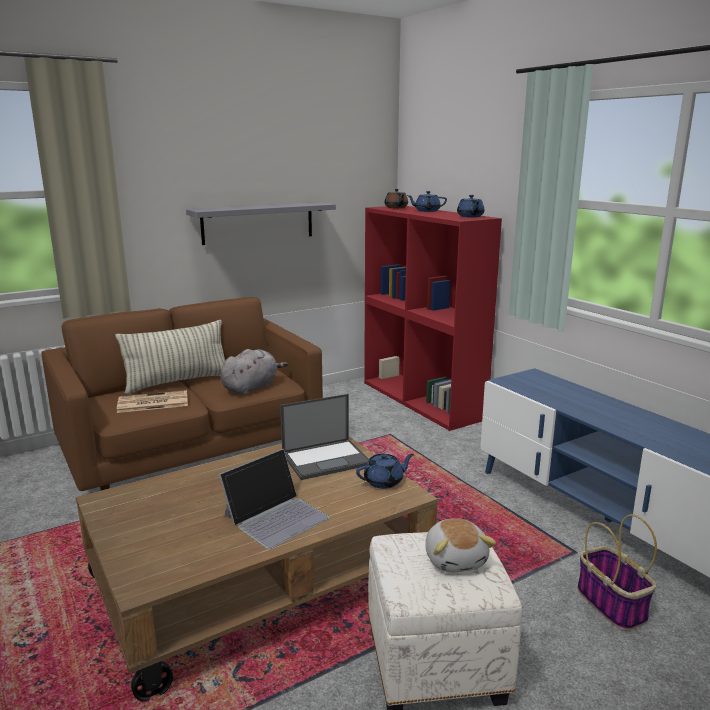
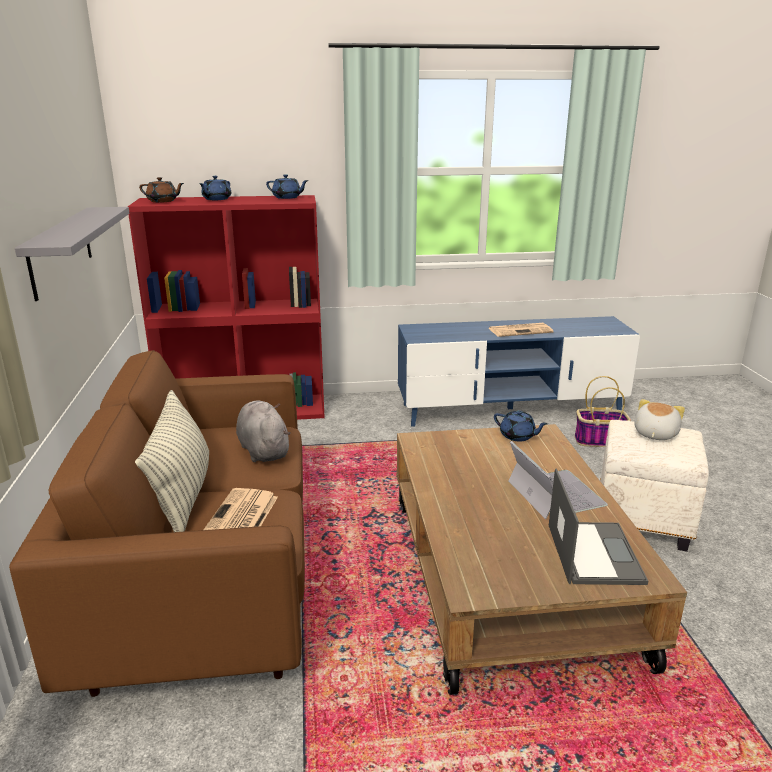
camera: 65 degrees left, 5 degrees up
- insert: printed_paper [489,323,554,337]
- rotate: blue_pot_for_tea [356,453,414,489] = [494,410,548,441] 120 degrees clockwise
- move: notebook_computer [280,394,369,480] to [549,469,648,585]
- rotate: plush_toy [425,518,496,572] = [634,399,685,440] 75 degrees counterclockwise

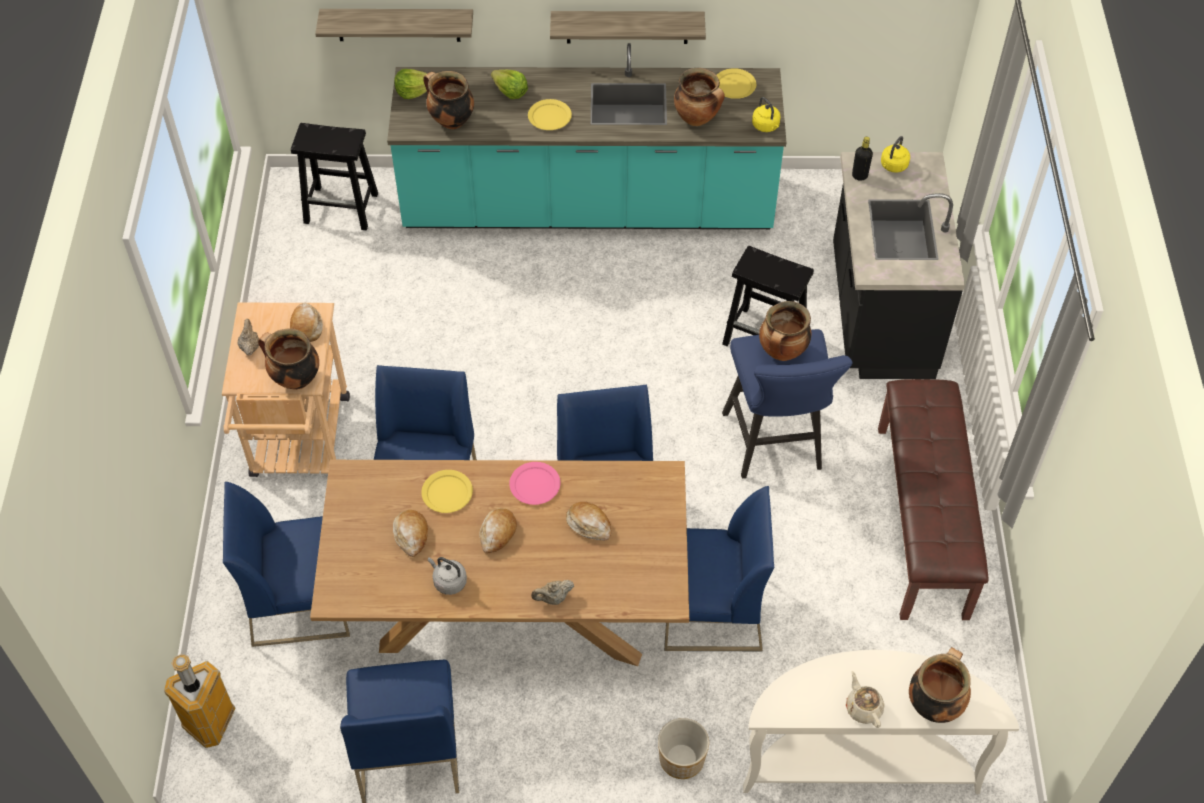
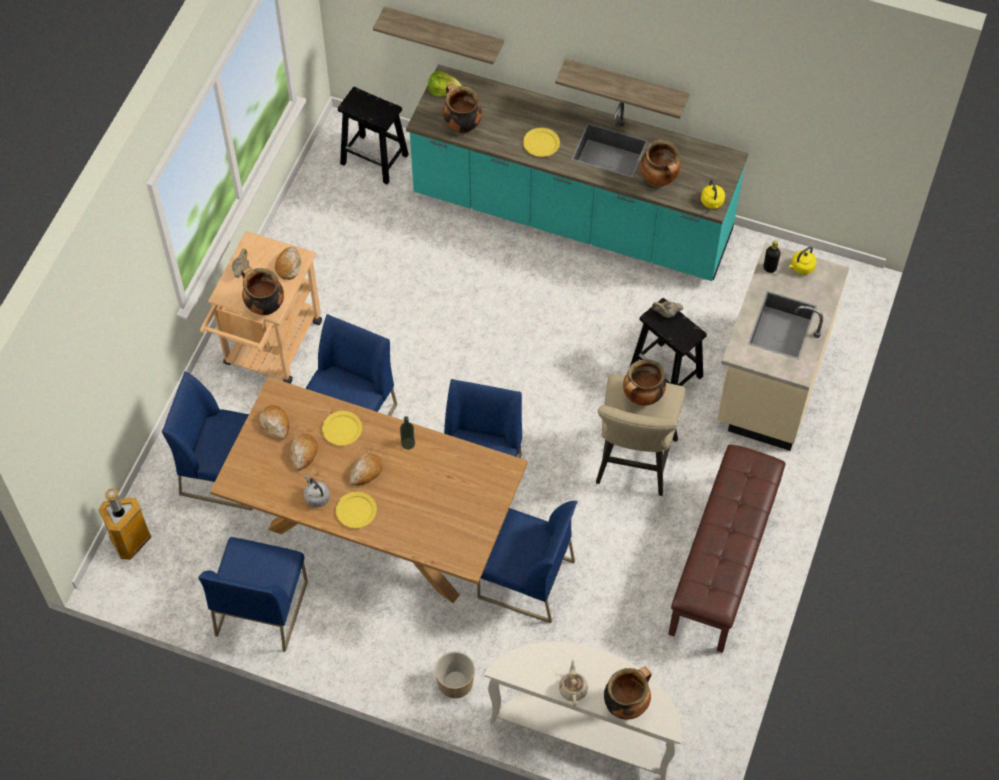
camera: 20 degrees right, 5 degrees up
- move: bread [566,502,612,541] to [259,405,289,440]
- move: yellow_dinner_plate [717,68,756,99] to [336,492,377,528]
- replace: pinkish_dinner_plate [509,462,561,505] to drink_bottle [400,416,415,450]
- recolor: blue_stool_seat [722,329,853,479] to beige-coloured_stool_seat [596,374,685,496]
- move: beige-coloured_pot_for_tea [531,580,574,605] to [652,301,684,318]
- recolor: black-coloured_kitchen_counter [833,152,965,379] to beige-coloured_kitchen_counter [717,243,849,451]
- delete: lettuce [491,70,528,99]

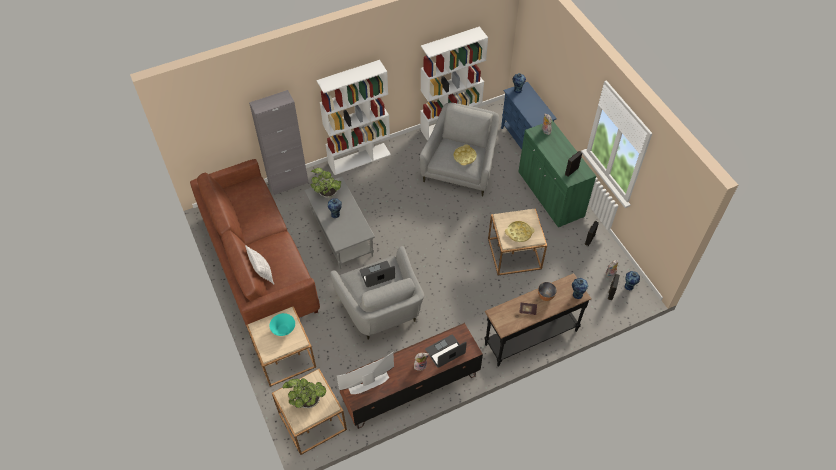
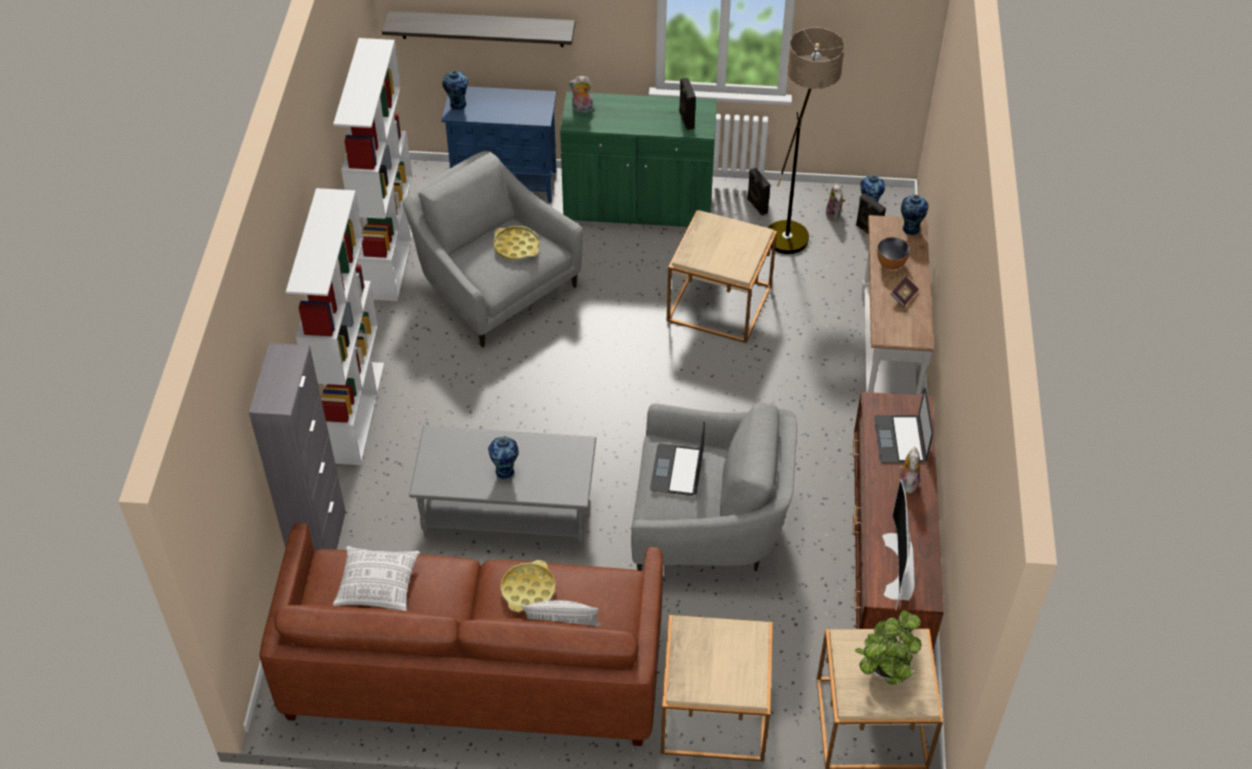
camera: 60 degrees left, 5 degrees down
- insert: throw_pillow [333,546,420,611]
- insert: shelf [382,11,575,47]
- move: yellow_carrying_tray [505,221,534,242] to [501,560,556,612]
- insert: standing_lamp [768,27,845,254]
- recolor: black-coloured_hall_table [484,273,591,367] to white-coloured_hall_table [862,215,934,395]
- delete: turquoise-coloured_deep_dish [269,313,295,336]
- delete: plant_in_a_pot [311,168,341,198]

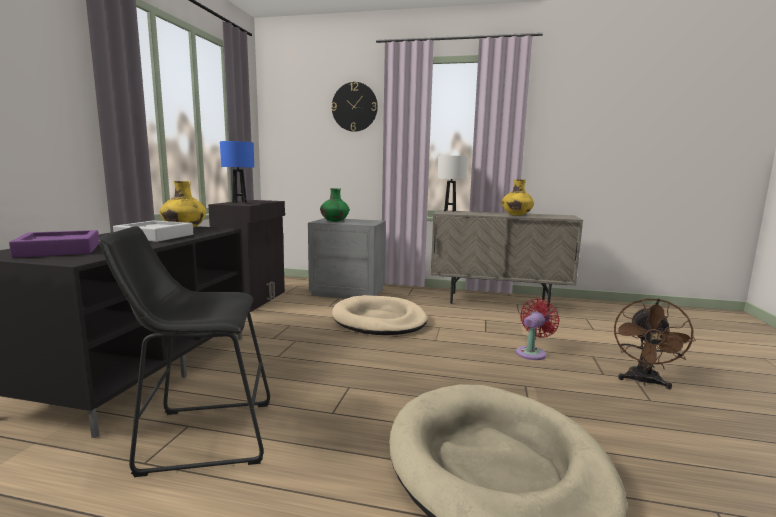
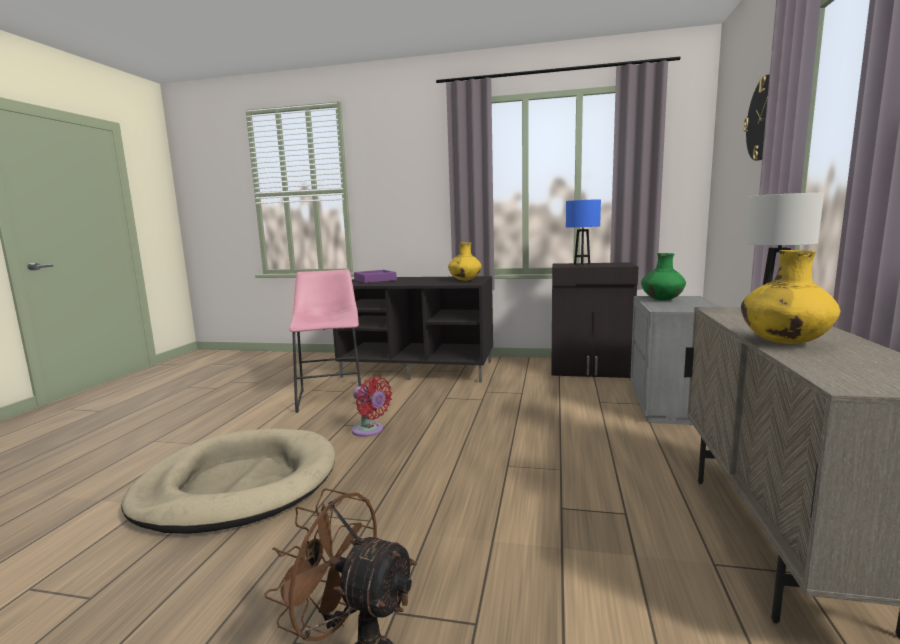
camera: 90 degrees right, 0 degrees up
- recolor: black-coloured_stool_seat [98,226,270,477] to pinkish_stool_seat [289,270,361,413]
- move: reddish_cooling_fan [516,299,560,360] to [352,376,392,437]
- delete: gray_carrying_tray [113,220,193,242]
- delete: beige-coloured_dog_cushion [332,295,428,335]

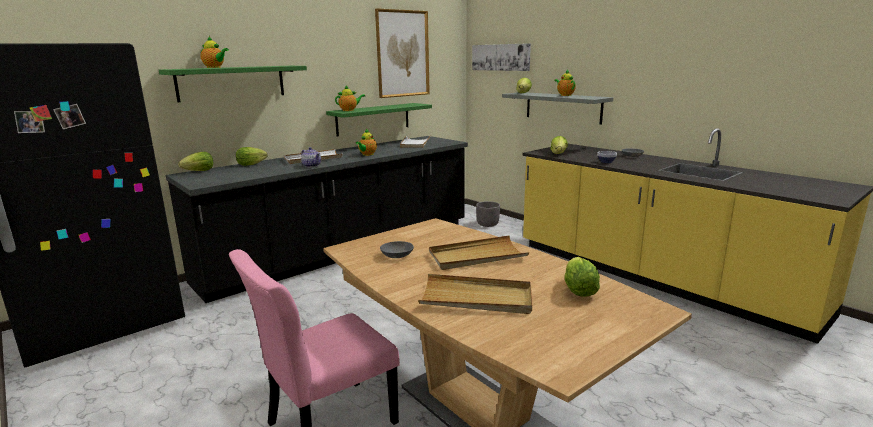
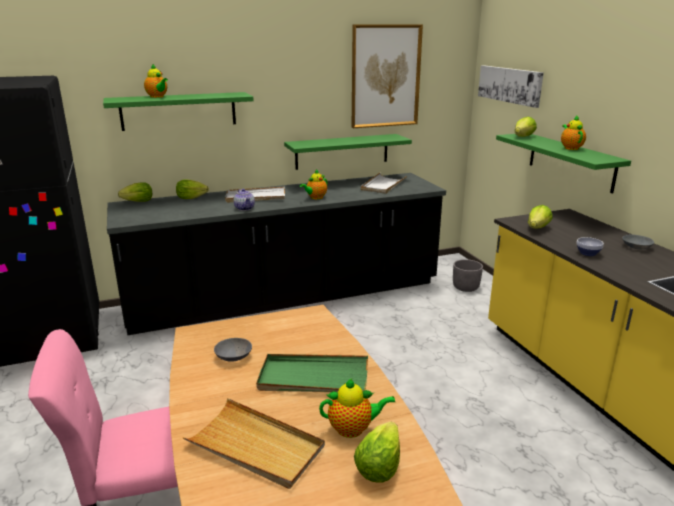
camera: 20 degrees right, 5 degrees up
- recolor: beige-coloured_carrying_tray [429,235,529,270] to green-coloured_carrying_tray [256,354,368,392]
- move: pot_for_tea [335,85,365,111] to [319,378,395,438]
- recolor: gray_shelf [502,92,613,125] to green-coloured_shelf [496,134,631,193]

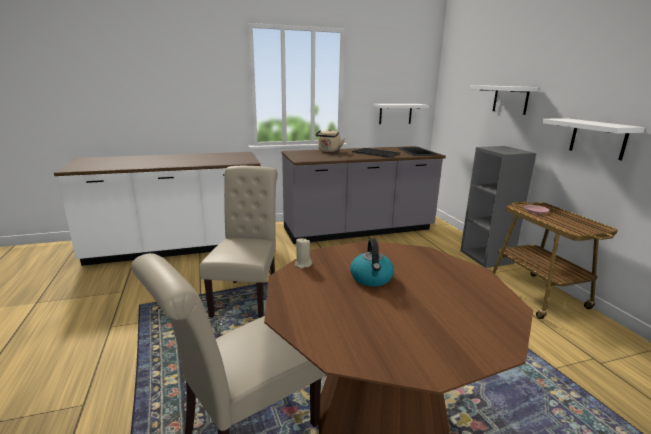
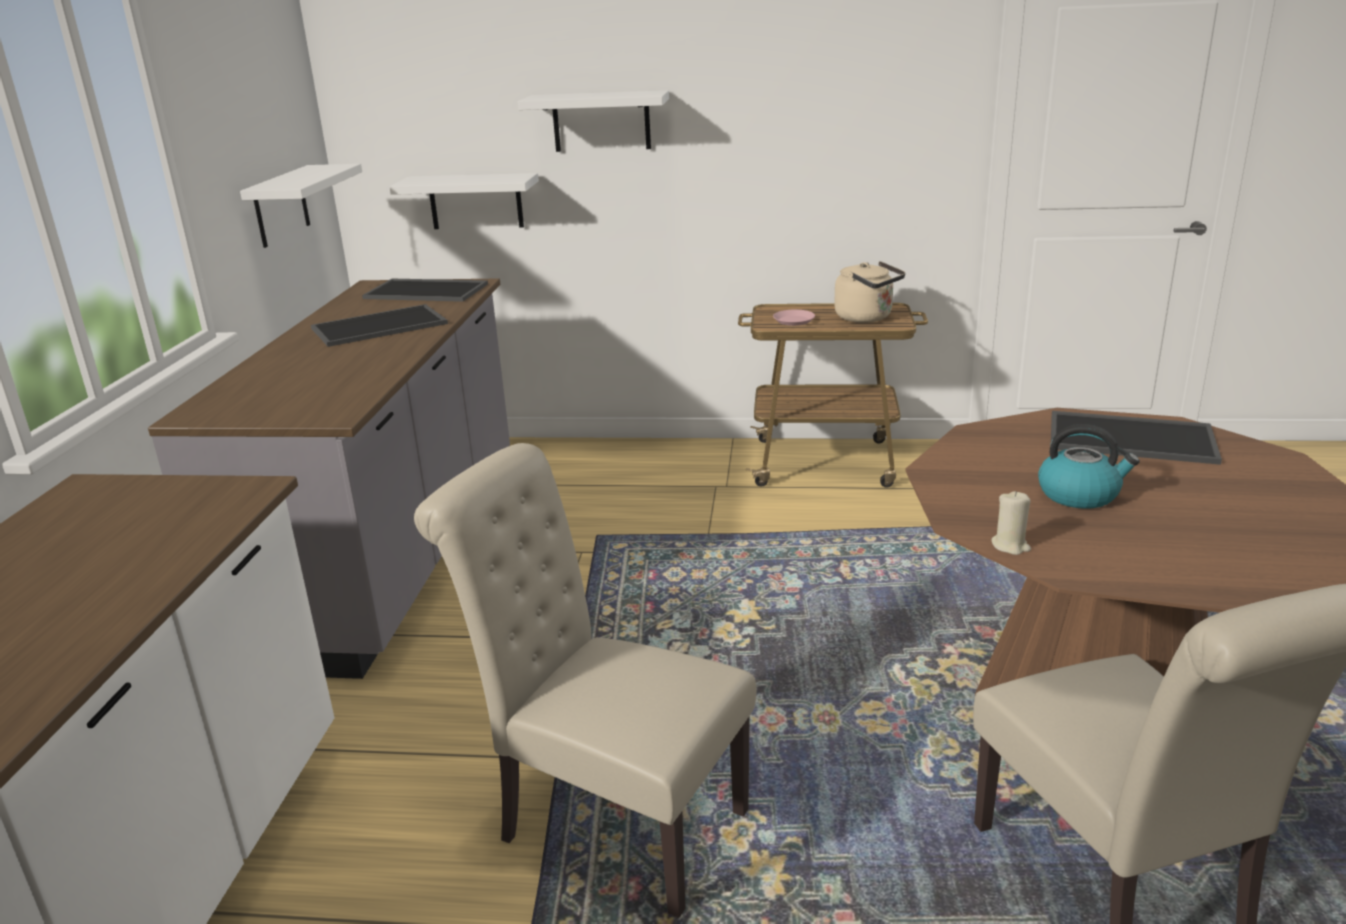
camera: 65 degrees left, 5 degrees up
- move: white-coloured_shelf [542,118,645,160] to [390,173,539,229]
- move: beige-coloured_water_kettle [315,129,345,152] to [834,261,905,323]
- insert: carrying_tray [1051,411,1222,465]
- delete: gray_bookshelf [460,146,536,268]

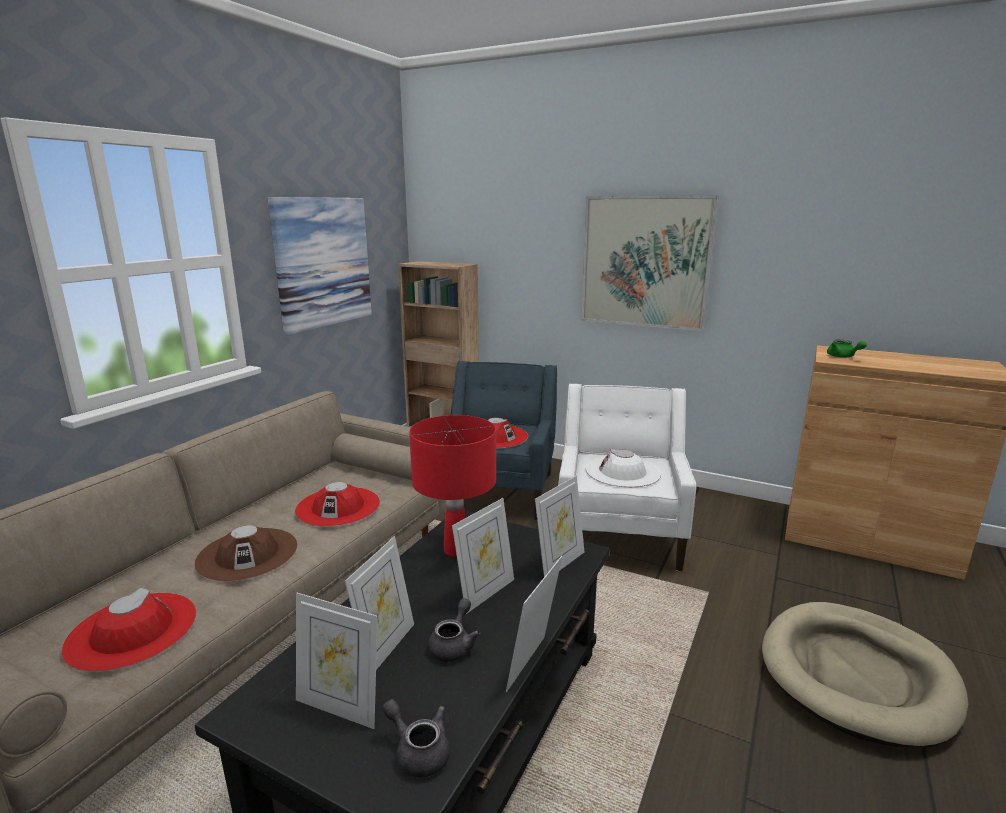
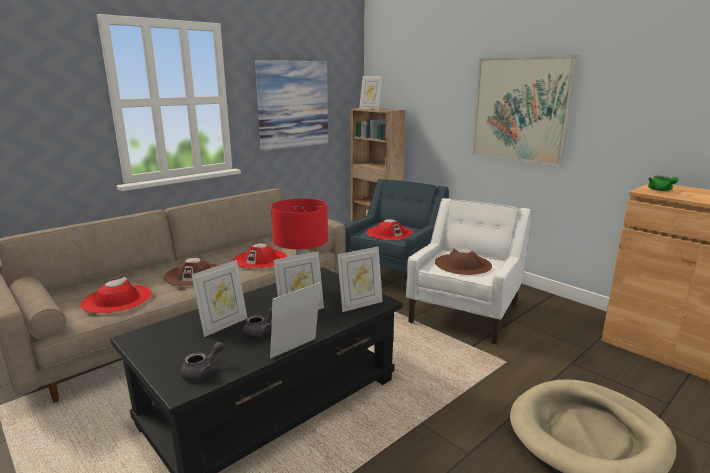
camera: 20 degrees right, 0 degrees up
- rotate: gray_pot_for_tea [382,699,450,777] = [181,341,224,381] 75 degrees clockwise
- move: standing_frame [296,593,378,729] to [359,76,382,109]
- recolor: white-coloured_clothing_hat [586,449,661,487] to brownish_clothing_hat [435,246,492,275]

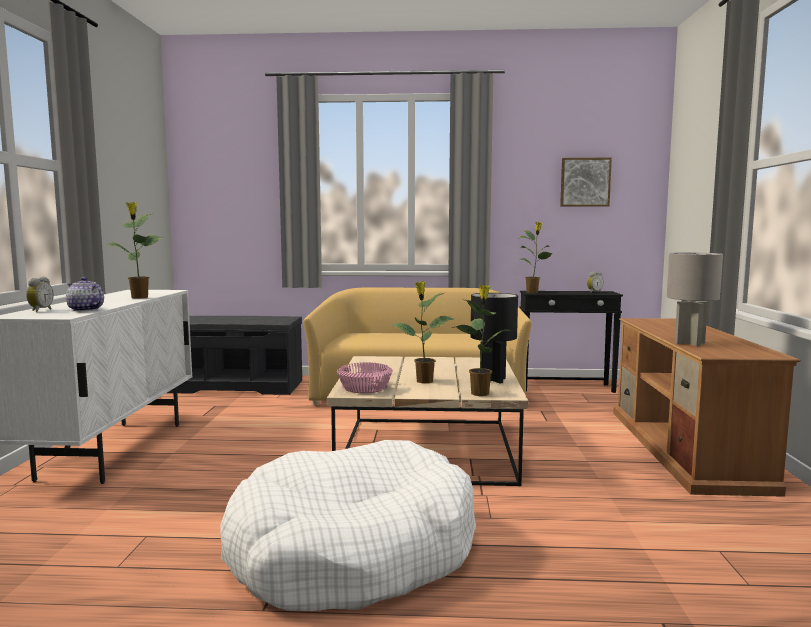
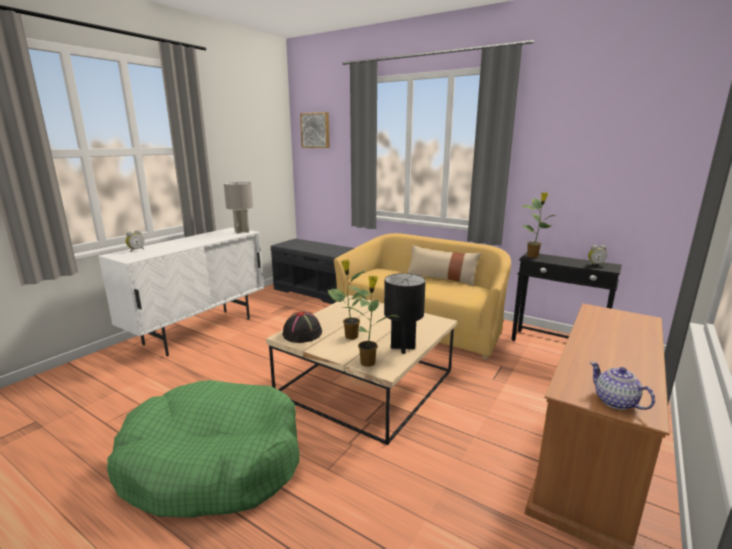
camera: 30 degrees right, 10 degrees up
- recolor: white-coloured_dog_cushion [220,440,476,611] to green-coloured_dog_cushion [107,380,300,518]
- move: gray_tabletop_lamp [667,253,723,346] to [224,182,253,233]
- replace: pinkish_deep_dish [337,362,393,393] to black-coloured_clothing_hat [283,311,322,343]
- move: picture [560,158,612,207] to [300,112,330,148]
- insert: beige-coloured_throw_pillow [407,245,481,286]
- move: pot_for_tea [66,277,104,311] to [590,362,655,410]
- delete: plant_in_a_pot [107,202,163,298]

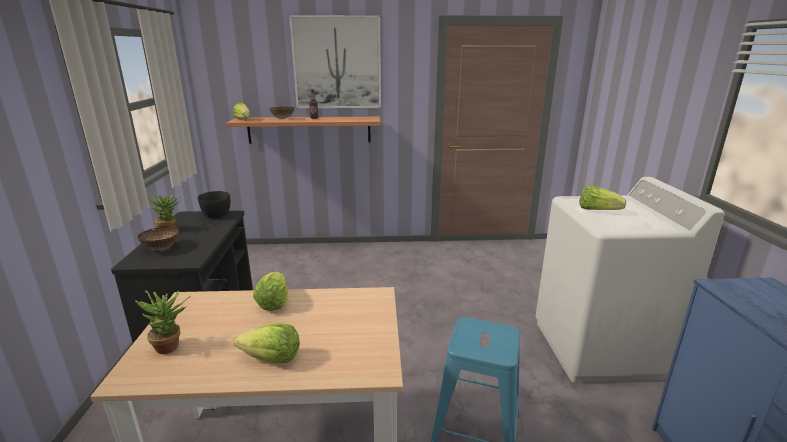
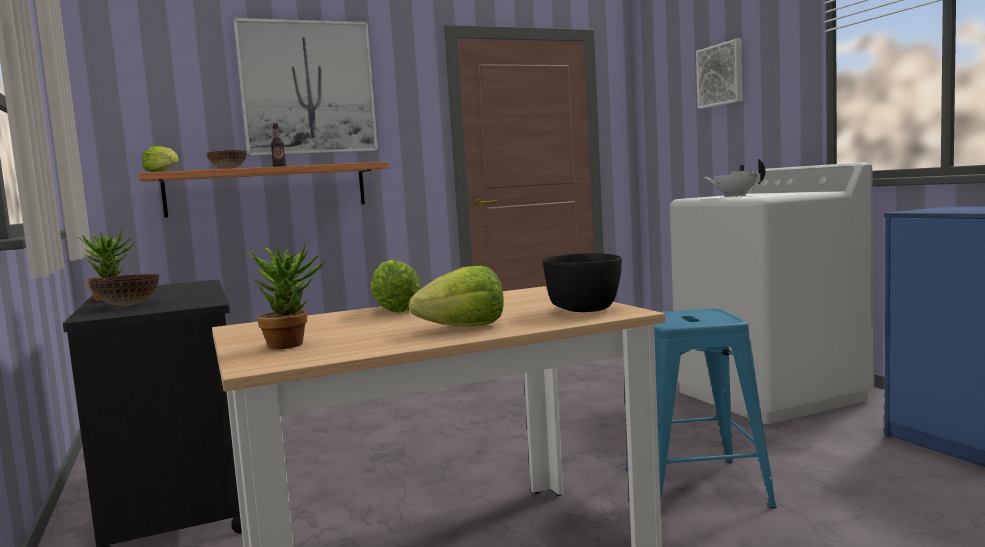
camera: 20 degrees left, 15 degrees down
- move: black-coloured_deep_dish [197,191,230,218] to [543,253,622,312]
- insert: picture [696,39,743,109]
- replace: lettuce [580,185,626,210] to white-coloured_pot_for_tea [703,159,766,197]

